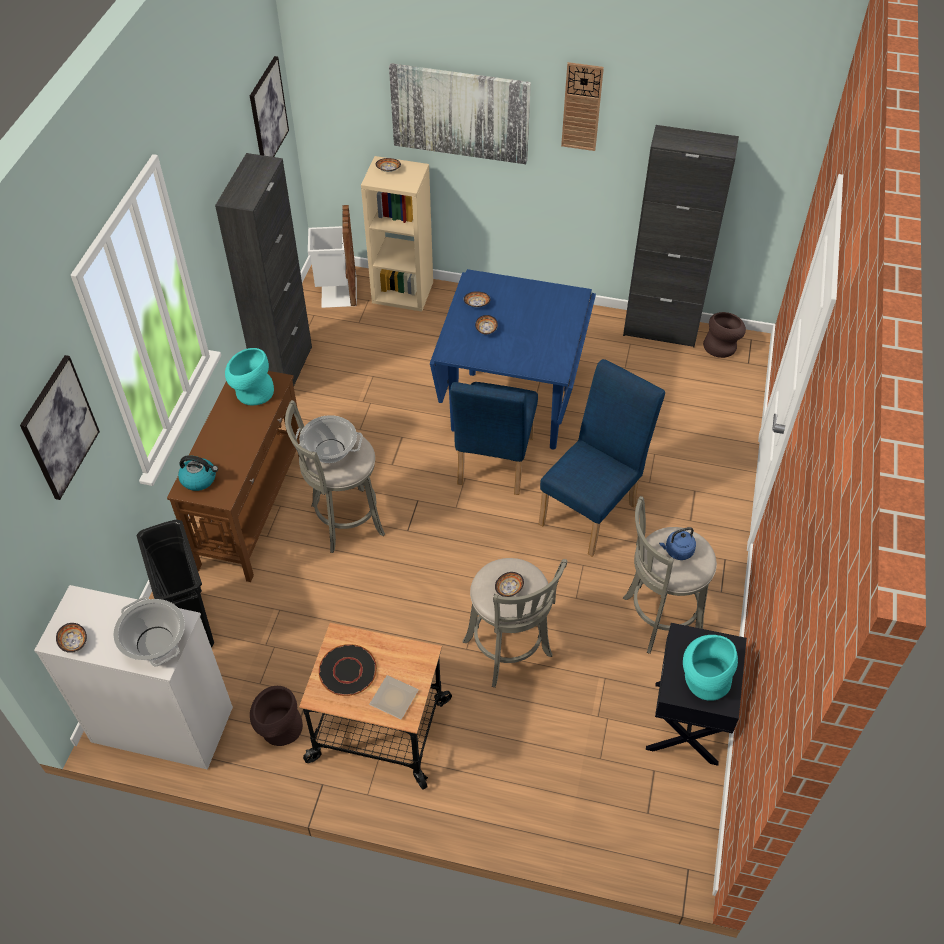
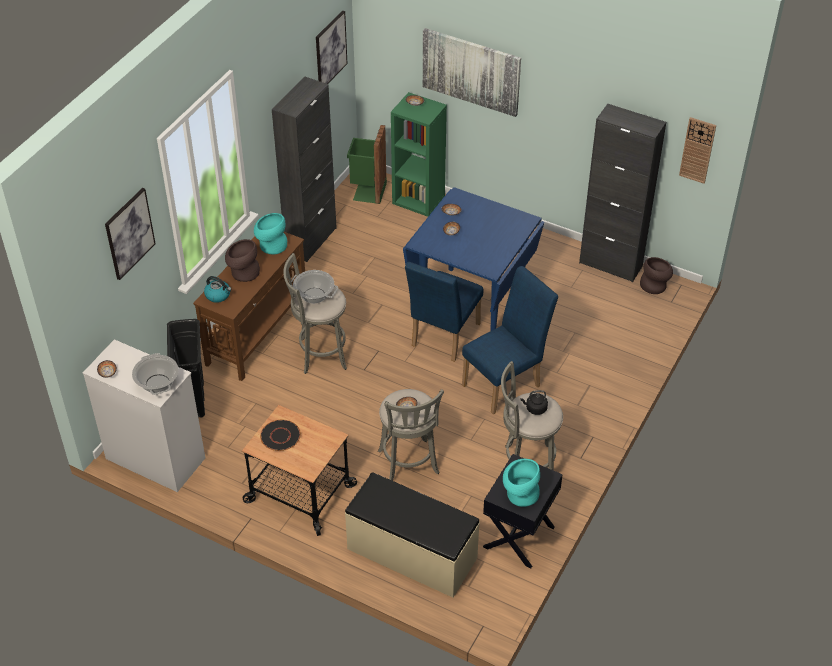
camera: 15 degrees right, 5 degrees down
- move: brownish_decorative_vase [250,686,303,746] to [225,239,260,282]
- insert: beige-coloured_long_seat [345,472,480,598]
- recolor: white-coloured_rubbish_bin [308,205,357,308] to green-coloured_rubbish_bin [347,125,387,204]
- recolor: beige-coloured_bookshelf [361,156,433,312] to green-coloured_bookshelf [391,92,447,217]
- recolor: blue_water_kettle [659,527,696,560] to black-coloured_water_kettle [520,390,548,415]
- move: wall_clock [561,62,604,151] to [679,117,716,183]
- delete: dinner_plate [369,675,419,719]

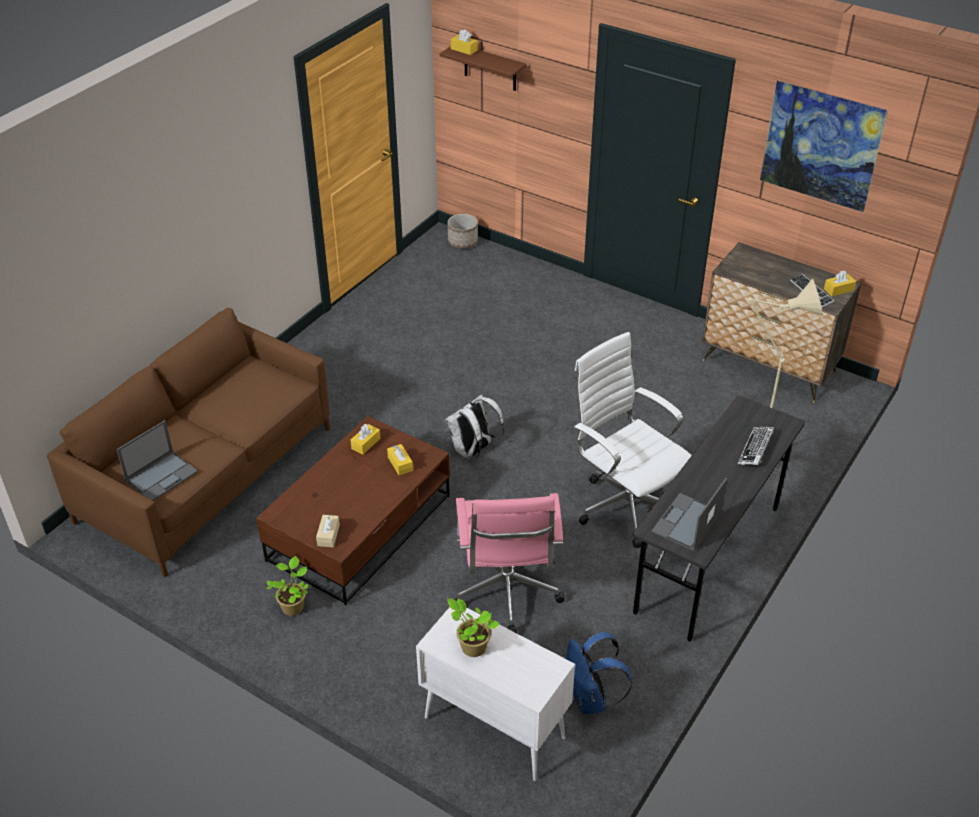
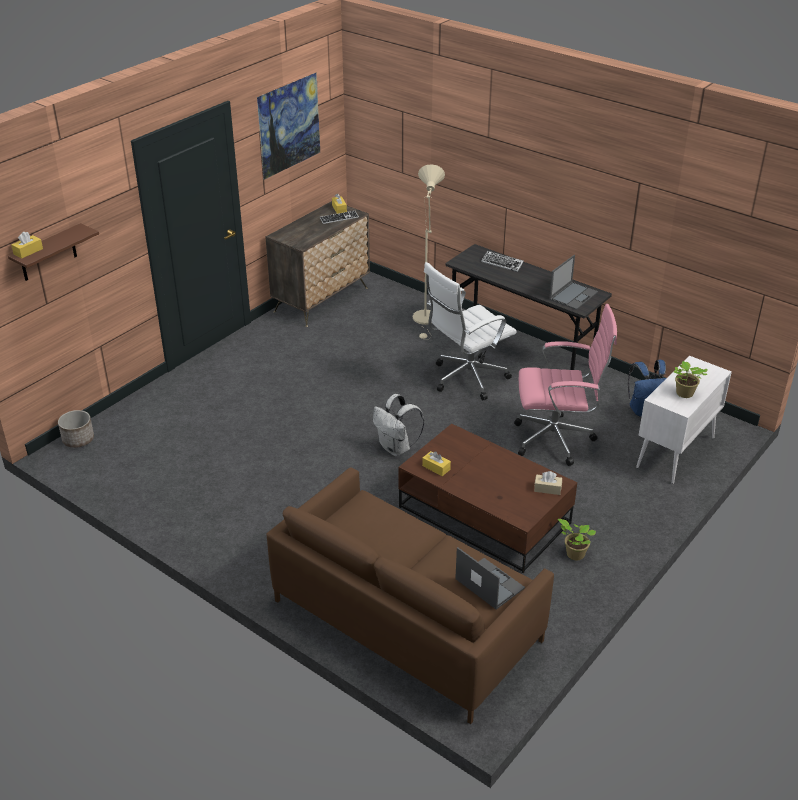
camera: 85 degrees left, 5 degrees down
- rotate: notebook_computer [651,478,727,551] = [549,255,598,310] 90 degrees counterclockwise
- delete: yellow_tissue_holder [387,444,413,475]

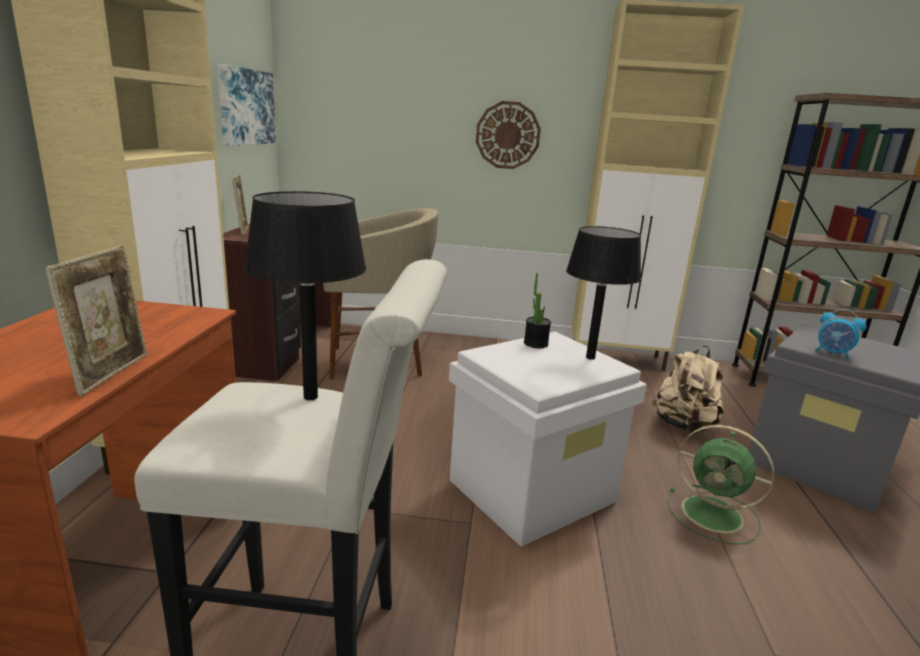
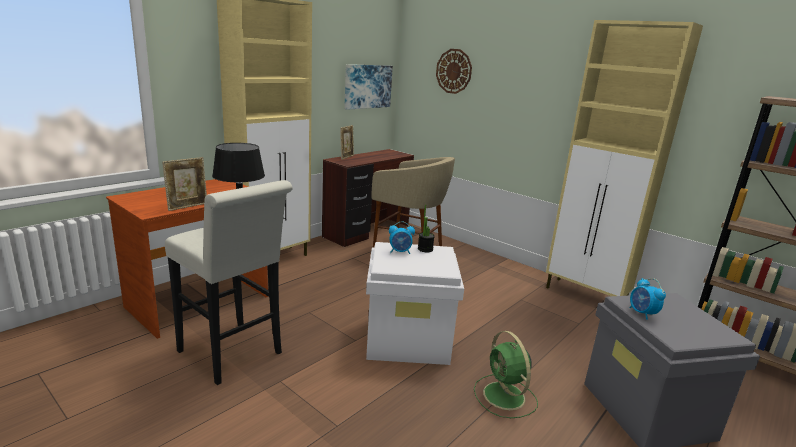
camera: 35 degrees right, 0 degrees up
- insert: bedside_clock [389,221,415,254]
- move: wall_clock [476,101,541,169] to [436,49,472,94]
- delete: black-coloured_tabletop_lamp [566,226,641,360]
- delete: beige-coloured_rucksack [653,346,724,435]

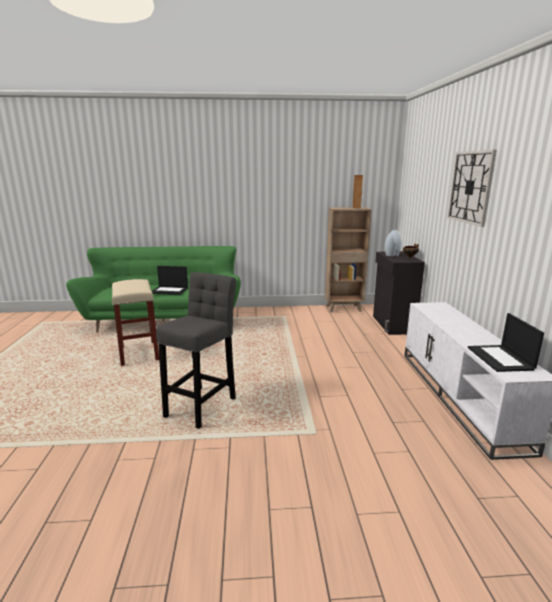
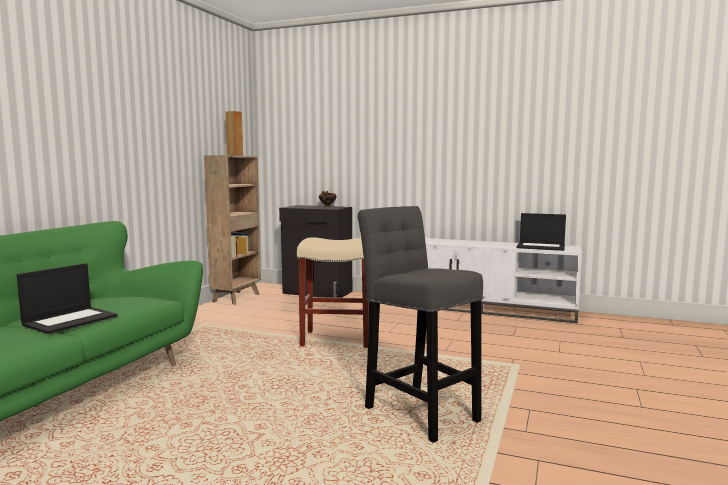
camera: 65 degrees left, 10 degrees down
- move: beige-coloured_stool_seat [112,279,159,366] to [297,238,369,348]
- delete: gray_decorative_vase [385,230,402,256]
- delete: wall_clock [447,150,497,227]

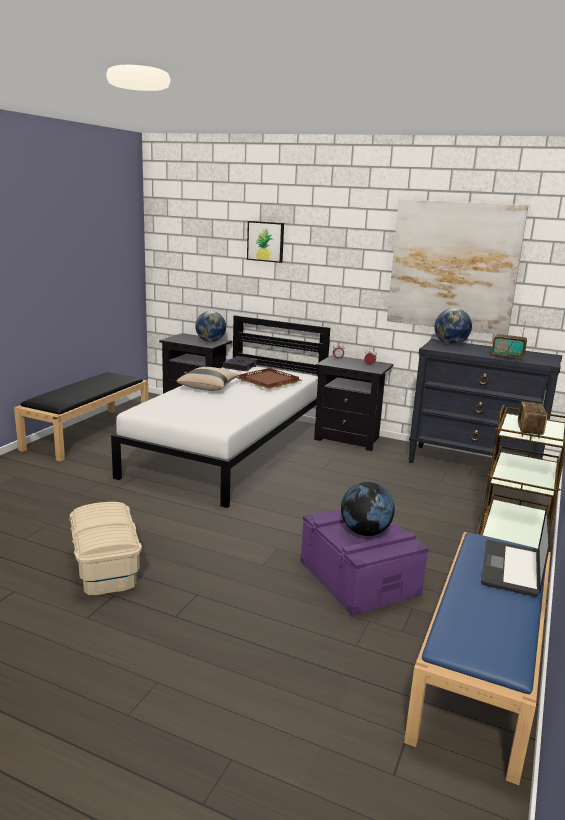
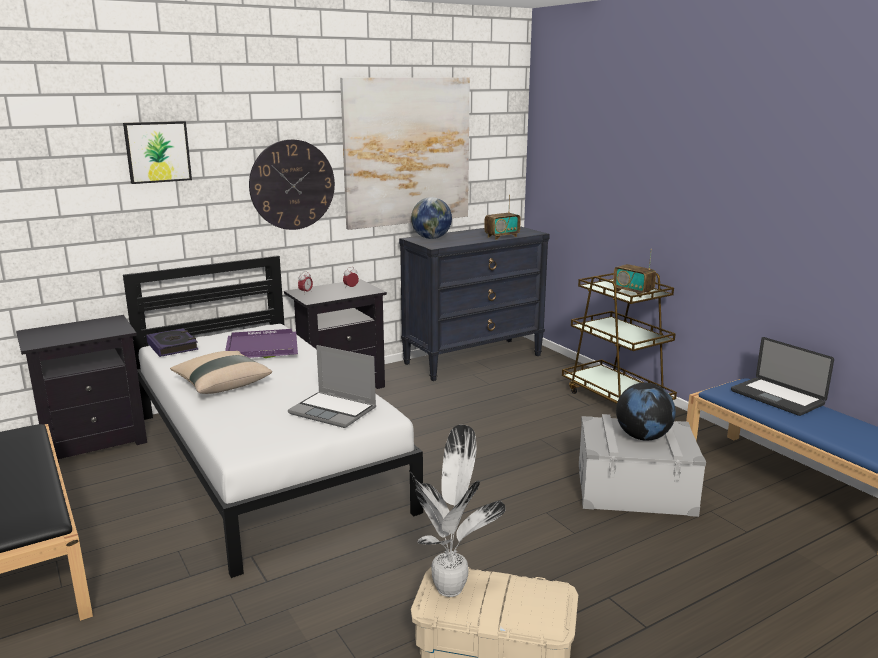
camera: 55 degrees left, 0 degrees up
- recolor: brownish_carrying_tray [236,368,302,389] to purple_carrying_tray [225,329,298,358]
- insert: wall_clock [249,139,335,230]
- insert: notebook_computer [288,345,376,428]
- insert: plant_in_a_pot [409,425,506,597]
- recolor: purple_storage_bin [300,509,429,616] to gray_storage_bin [579,414,706,517]
- delete: globe [195,311,226,342]

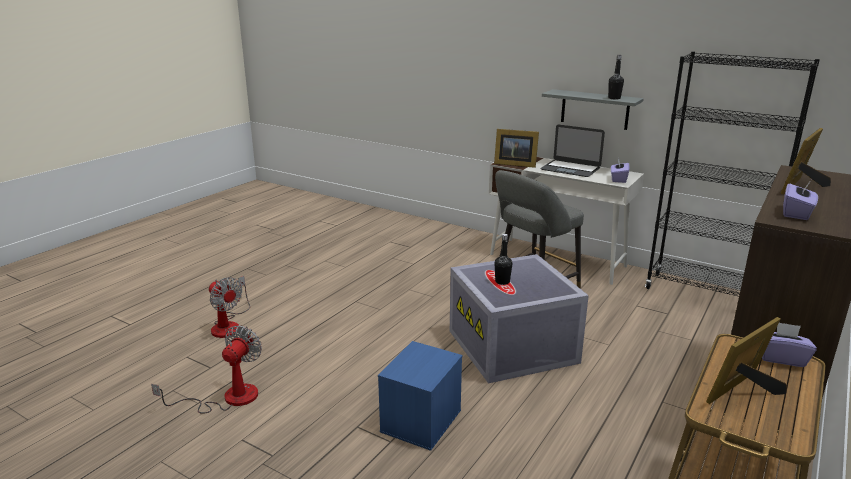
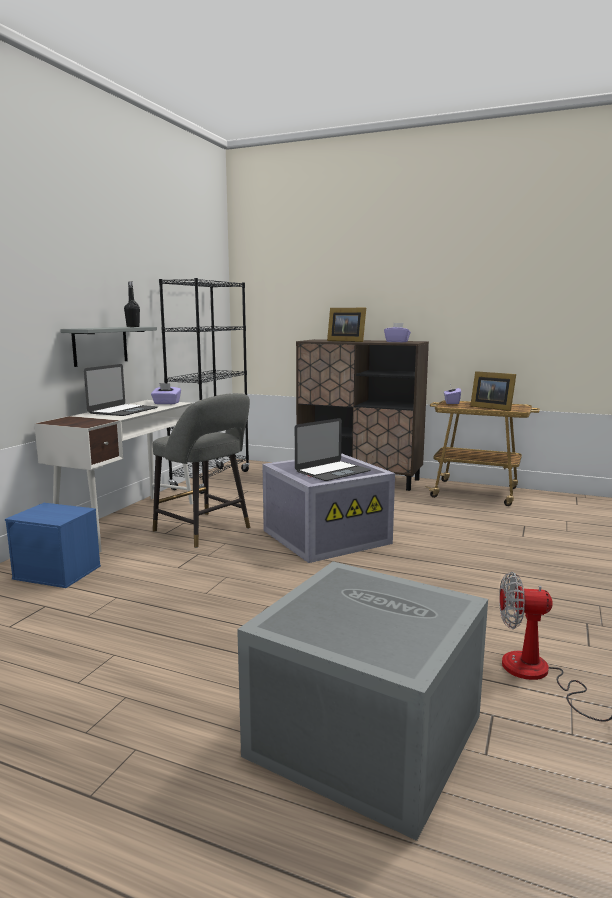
camera: 100 degrees left, 10 degrees down
- move: blue_storage_bin [378,341,463,451] to [5,503,101,588]
- replace: cooling_fan [209,276,250,338] to gray_storage_bin [237,561,488,841]
- replace: black-coloured_drink_bottle [495,234,513,285] to notebook_computer [295,418,371,481]
- delete: standing_frame [494,129,539,168]

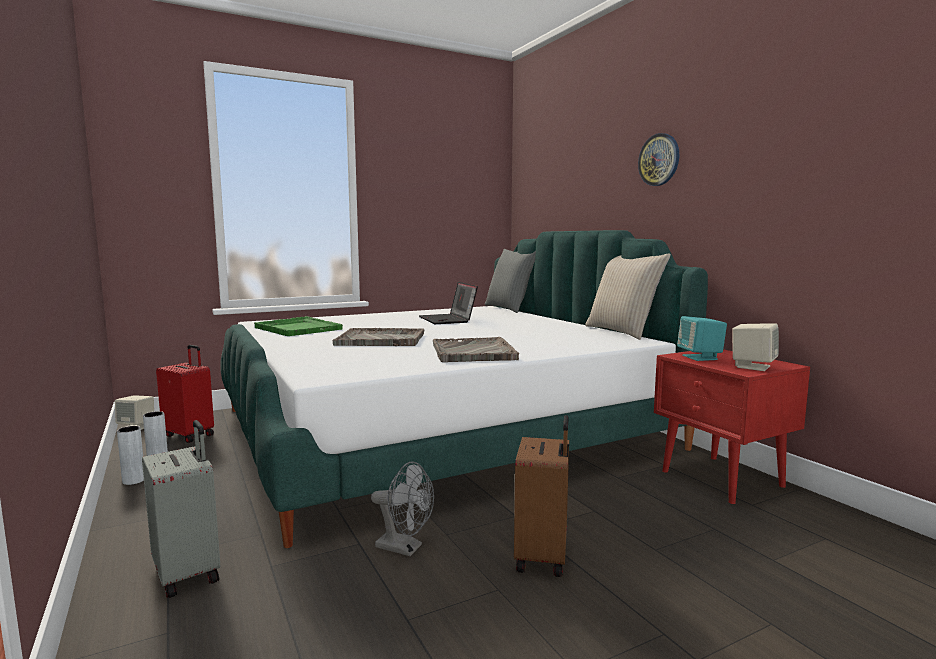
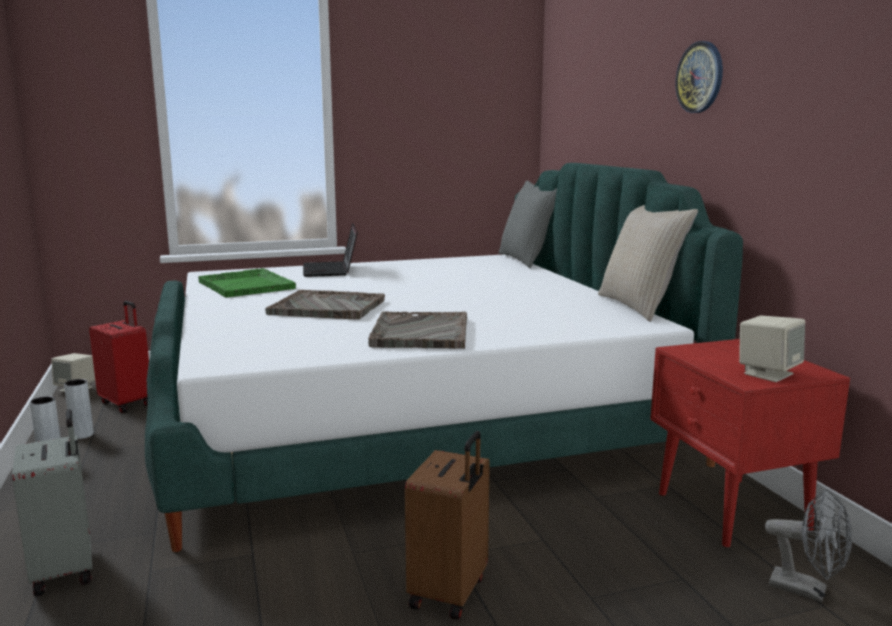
camera: 10 degrees right, 5 degrees up
- move: notebook_computer [419,282,478,324] to [303,223,358,277]
- move: gray_cooling_fan [371,462,434,556] to [765,489,852,602]
- delete: turquoise-coloured_audio_speaker [677,316,727,361]

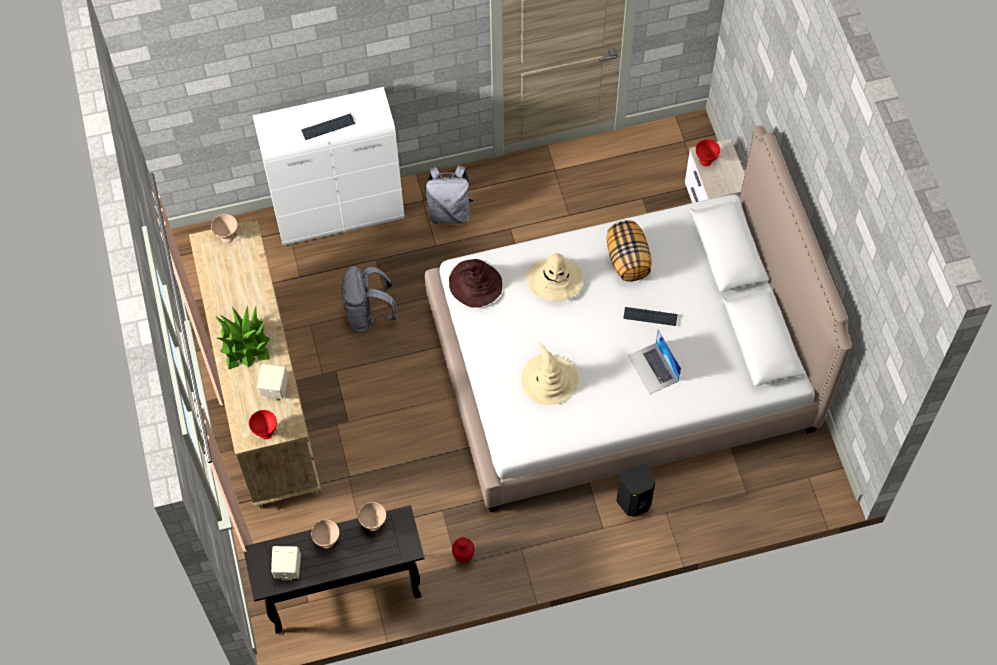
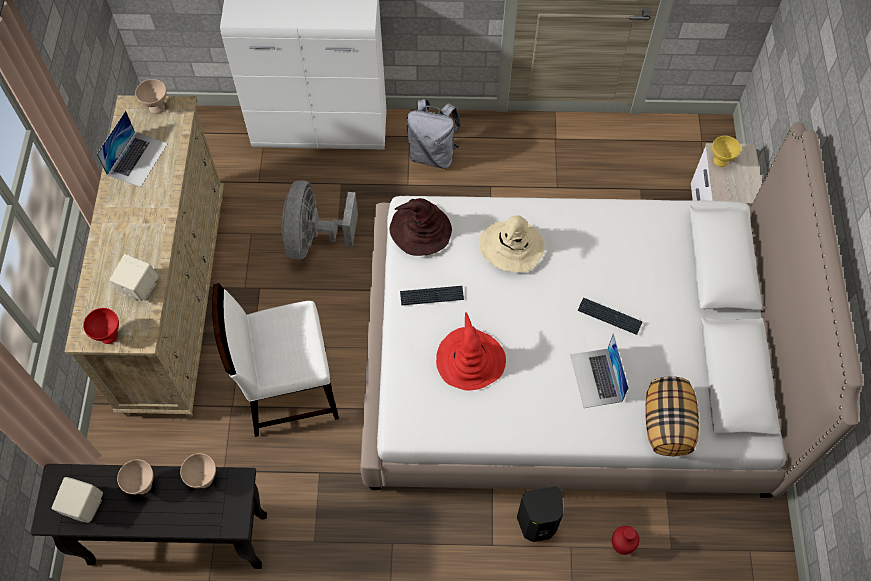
camera: 15 degrees right, 0 degrees up
- insert: notebook_computer [97,110,168,187]
- insert: white-coloured_plain_chair [212,283,339,437]
- replace: gray_rucksack [342,266,397,332] to gray_cooling_fan [281,180,358,260]
- move: computer_keyboard [301,113,355,140] to [400,286,464,306]
- recolor: beige-coloured_clothing_hat [521,342,579,405] to reddish_clothing_hat [436,312,506,390]
- move: reddish_decorative_vase [452,537,475,563] to [612,526,640,555]
- move: throw_pillow [606,220,652,282] to [645,376,699,456]
- recolor: reddish_deep_dish [696,139,720,166] to yellow_deep_dish [712,136,741,167]
- delete: plant_in_a_pot [215,306,270,370]

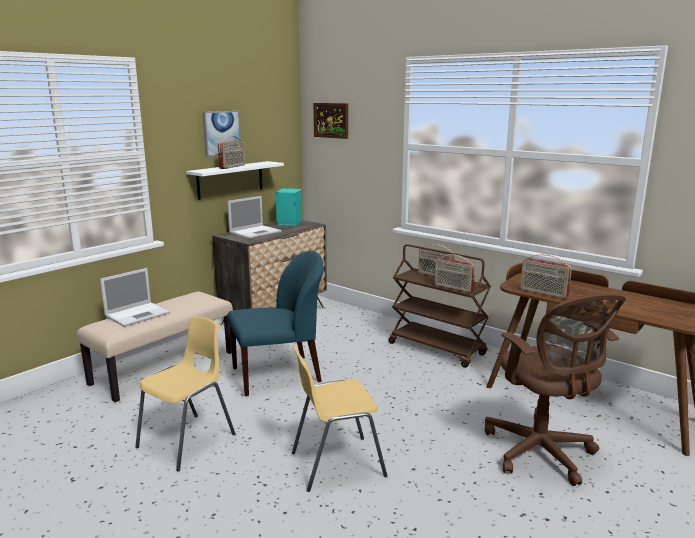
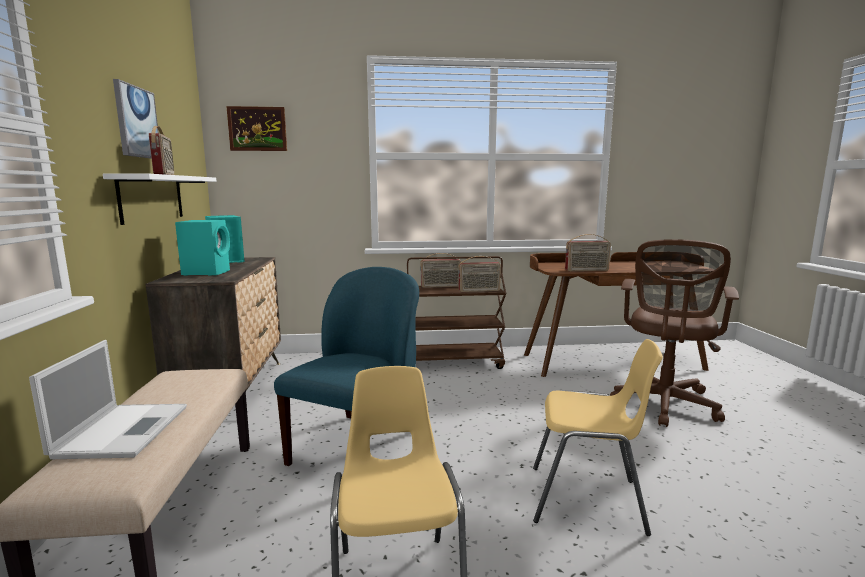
camera: 45 degrees left, 5 degrees down
- replace: notebook_computer [227,196,282,239] to turquoise-coloured_audio_speaker [175,220,230,276]
- rotate: yellow_plain_chair [292,346,387,492] = [533,339,663,536] 105 degrees counterclockwise
- rotate: brownish_computer_chair [485,293,626,486] = [609,239,739,427] 90 degrees clockwise

